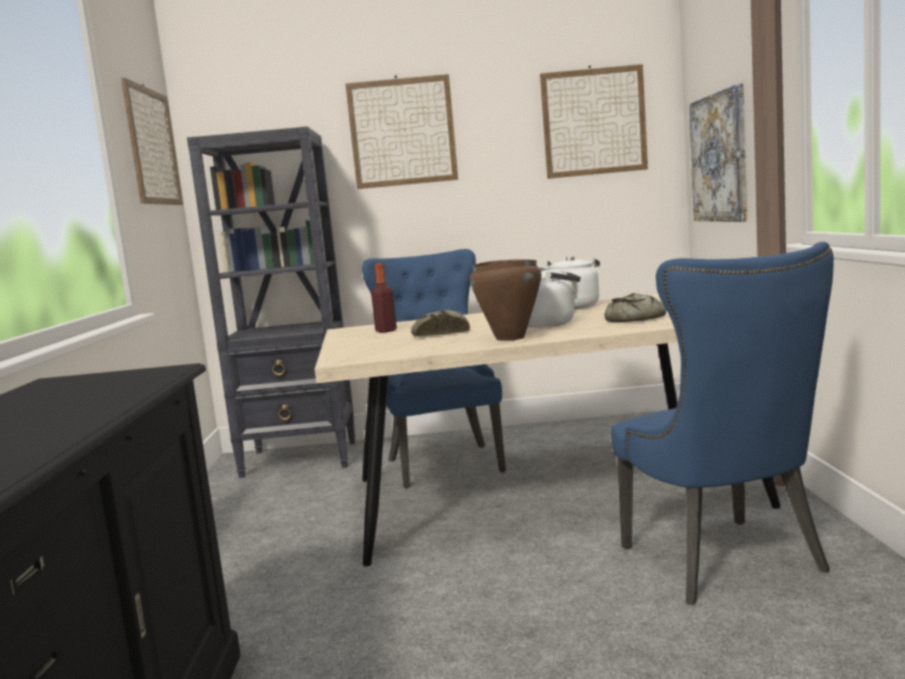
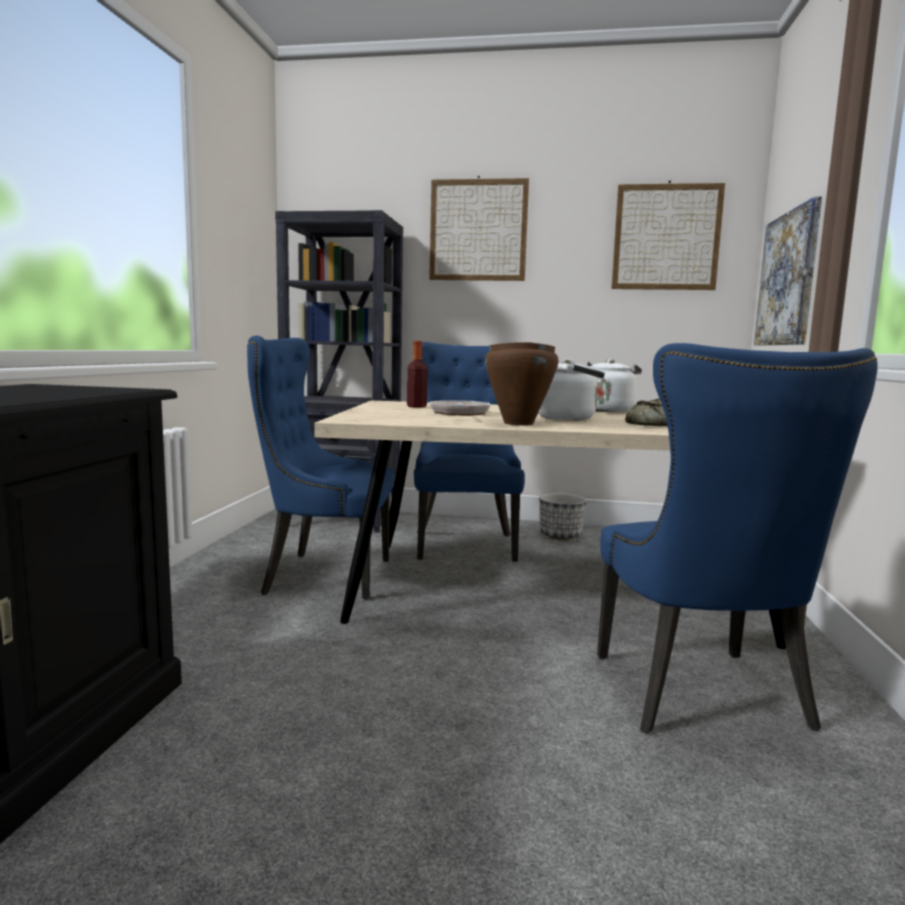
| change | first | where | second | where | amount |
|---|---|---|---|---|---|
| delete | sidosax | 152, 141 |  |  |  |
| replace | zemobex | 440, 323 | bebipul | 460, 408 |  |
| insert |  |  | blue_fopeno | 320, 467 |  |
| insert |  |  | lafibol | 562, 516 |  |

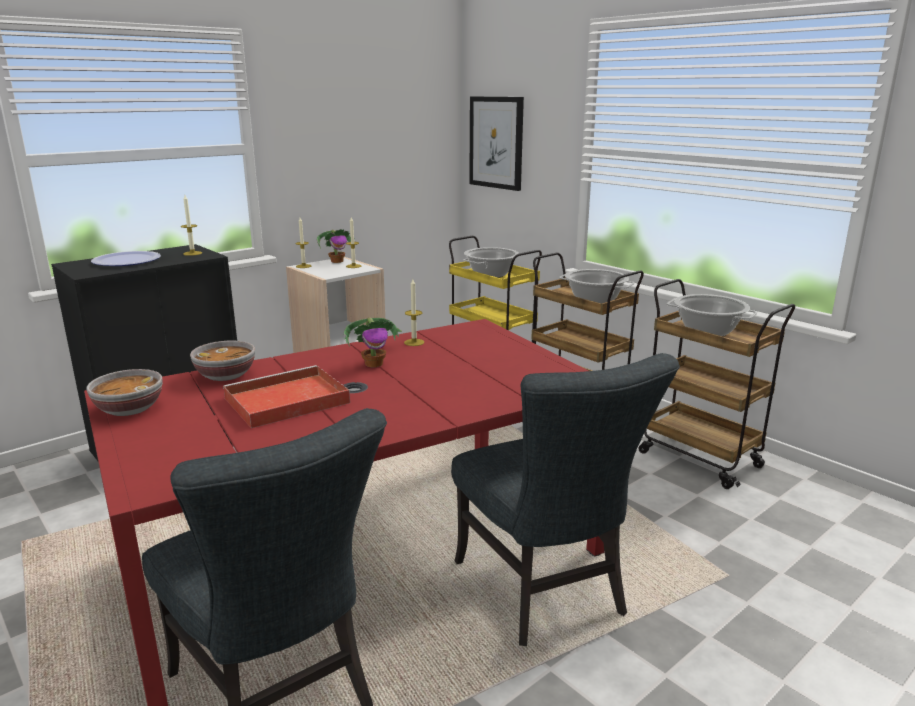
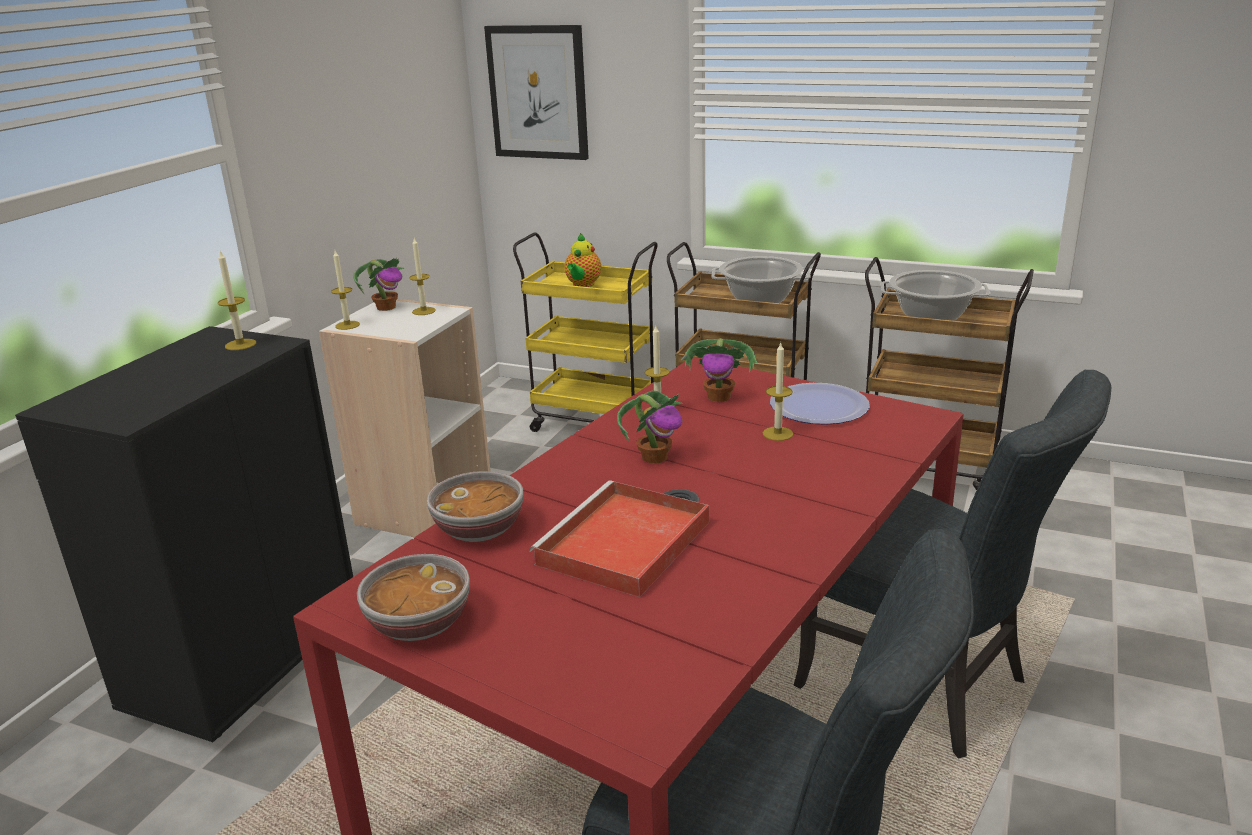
| change | first | where | second | where | amount |
|---|---|---|---|---|---|
| move | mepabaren | 126, 258 |  | 820, 404 |  |
| replace | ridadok | 491, 262 | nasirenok | 582, 260 |  |
| insert |  |  | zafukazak | 719, 370 |  |
| insert |  |  | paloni | 778, 391 |  |

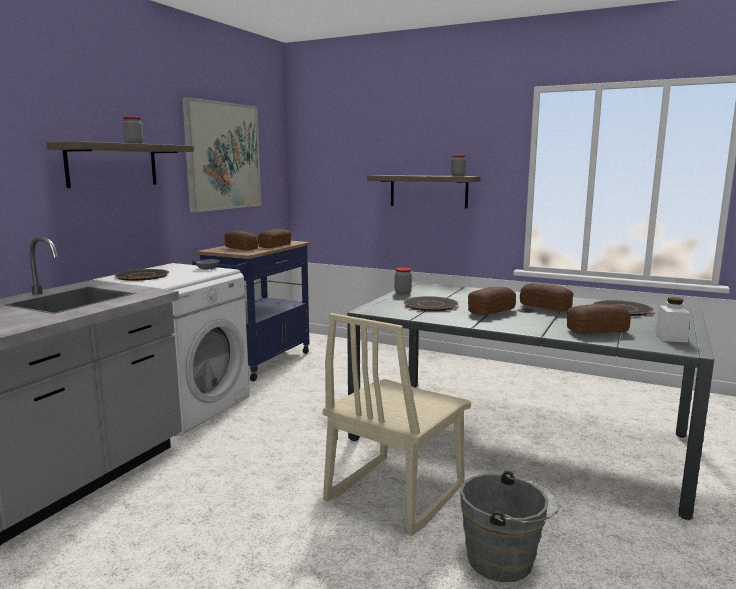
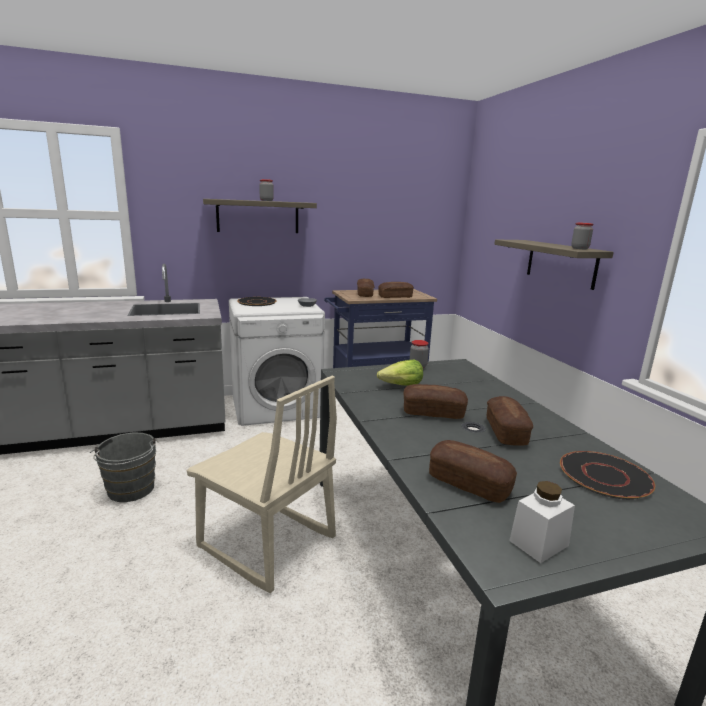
| change | first | where | second | where | amount |
|---|---|---|---|---|---|
| delete | sidosax | 221, 155 |  |  |  |
| rotate | beige_fopeno | 397, 424 |  | 262, 484 | 135 degrees counterclockwise |
| replace | black_mepabaren | 431, 303 | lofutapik | 400, 373 |  |
| move | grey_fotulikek | 510, 526 |  | 124, 467 |  |

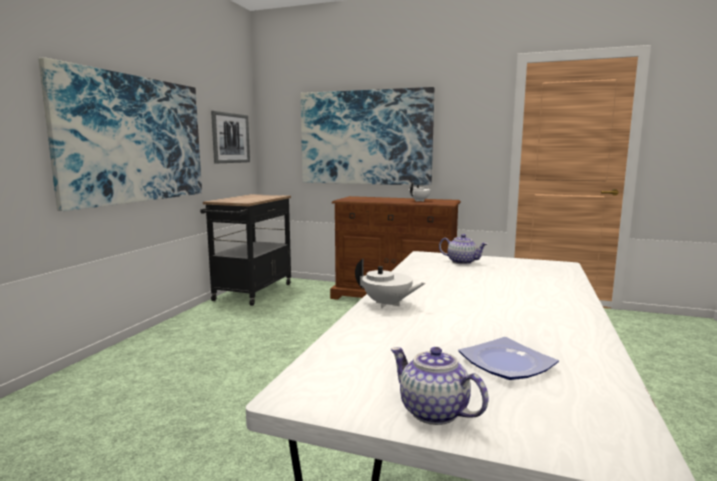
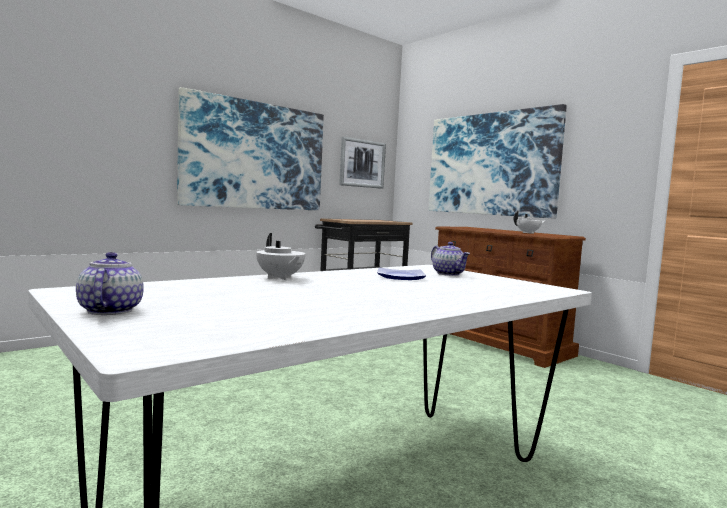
| change | first | where | second | where | amount |
|---|---|---|---|---|---|
| move | mepabaren | 508, 358 |  | 401, 273 |  |

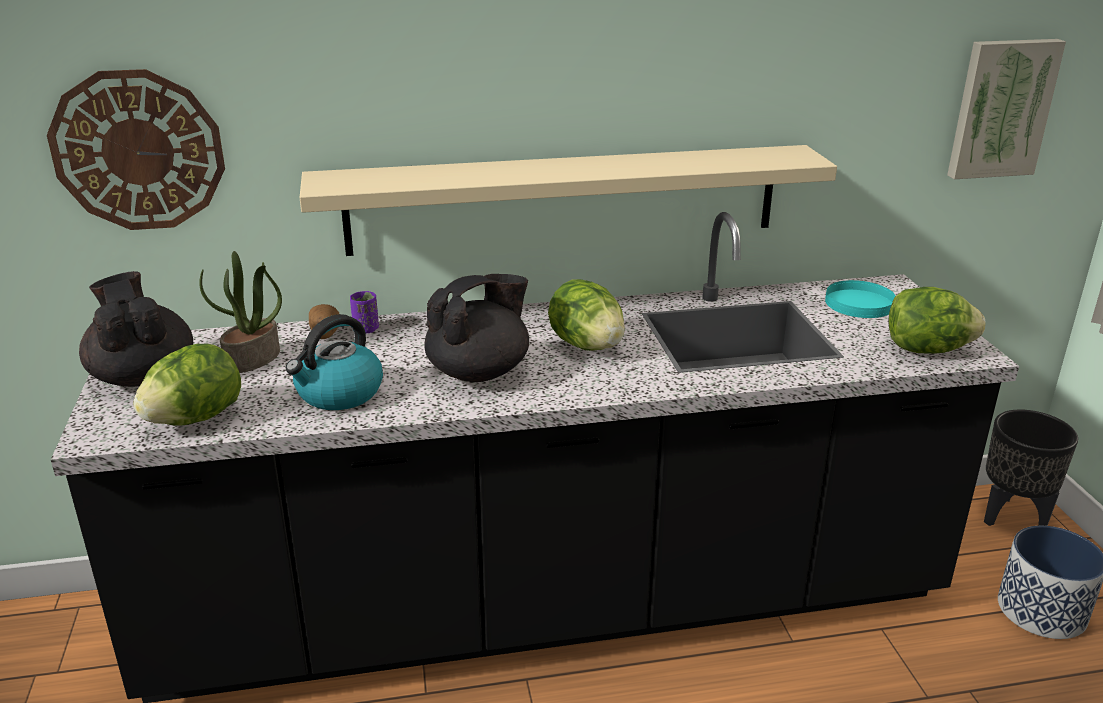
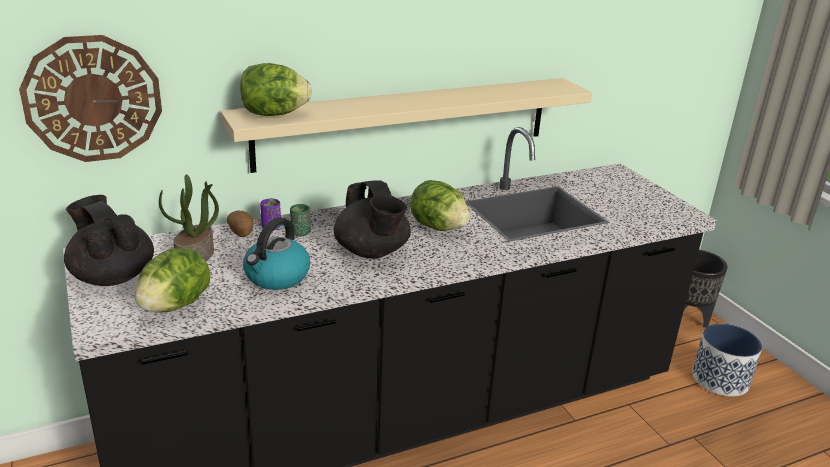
| change | first | where | second | where | amount |
|---|---|---|---|---|---|
| rotate | black_nasirenok | 476, 328 |  | 372, 219 | 120 degrees clockwise |
| delete | turquoise_mepabaren | 860, 299 |  |  |  |
| move | lofutapik | 937, 320 |  | 276, 89 |  |
| delete | sidosax | 1006, 109 |  |  |  |
| insert |  |  | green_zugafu | 300, 220 |  |

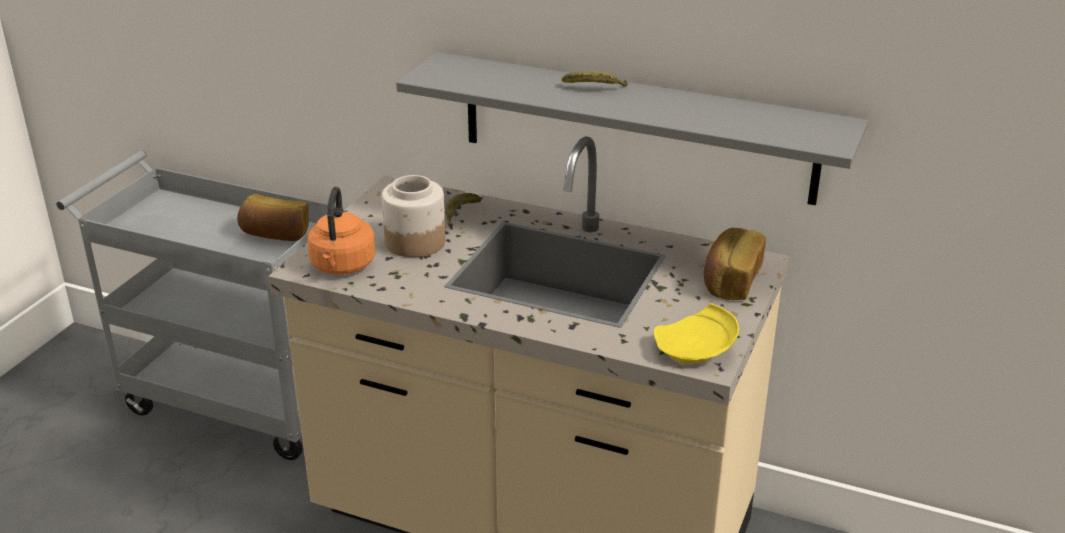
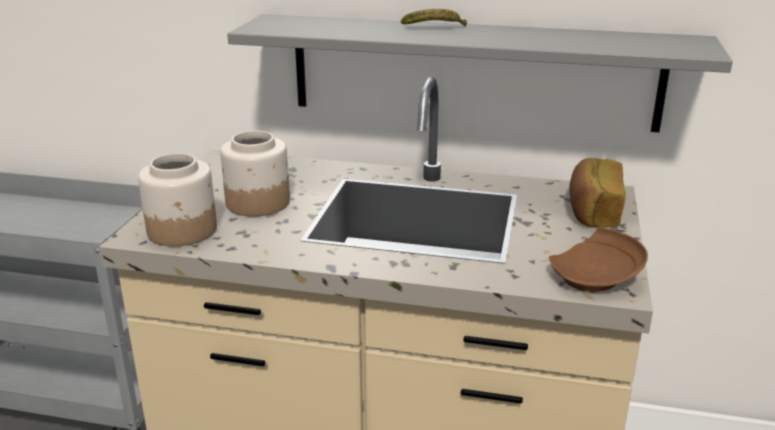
| change | first | where | second | where | amount |
|---|---|---|---|---|---|
| delete | zemobex | 273, 217 |  |  |  |
| replace | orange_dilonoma | 341, 230 | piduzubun | 177, 199 |  |
| delete | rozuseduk | 463, 211 |  |  |  |
| recolor | yellow_mepabaren | 696, 333 | brown_mepabaren | 598, 259 |  |

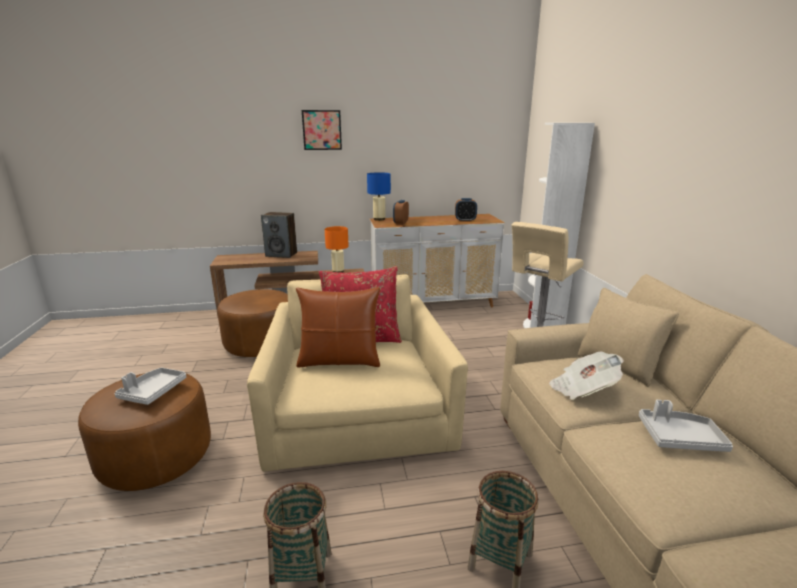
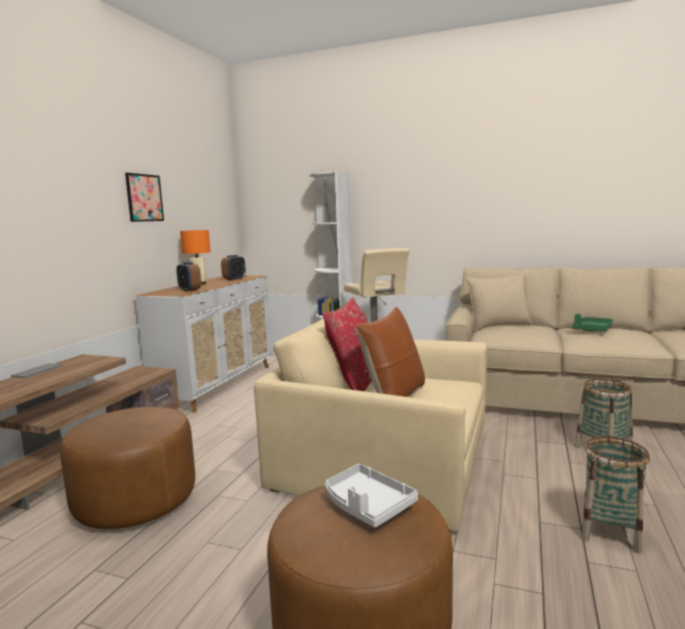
| change | first | where | second | where | amount |
|---|---|---|---|---|---|
| delete | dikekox | 279, 235 |  |  |  |
| move | sidosax | 322, 130 |  | 144, 197 |  |
| move | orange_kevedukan | 336, 249 |  | 195, 257 |  |
| delete | blue_kevedukan | 379, 196 |  |  |  |
| delete | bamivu | 586, 375 |  |  |  |
| recolor | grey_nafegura | 686, 426 | green_nafegura | 592, 323 |  |

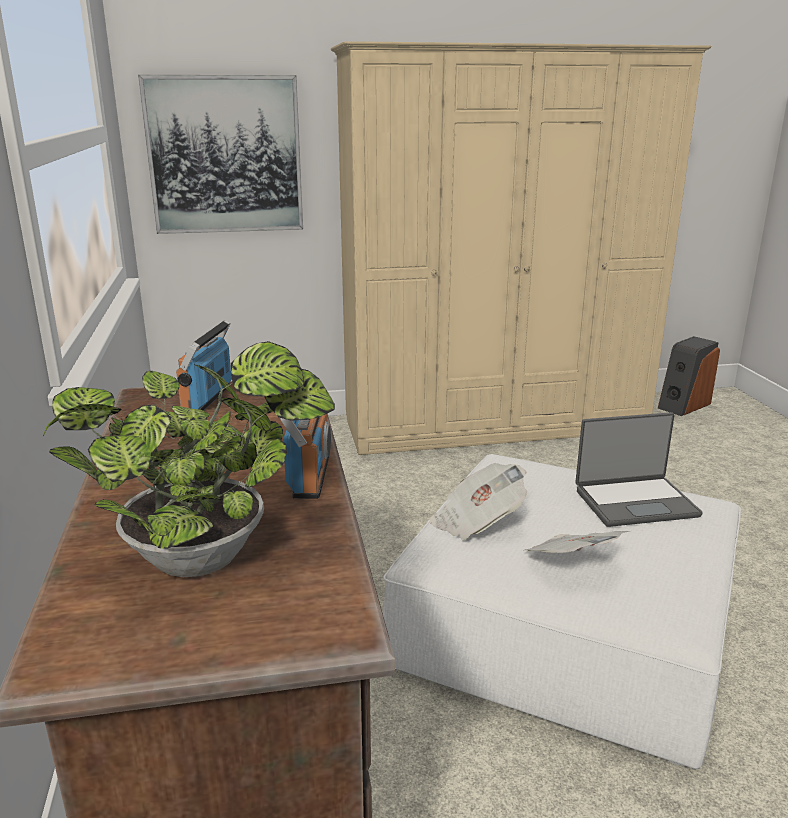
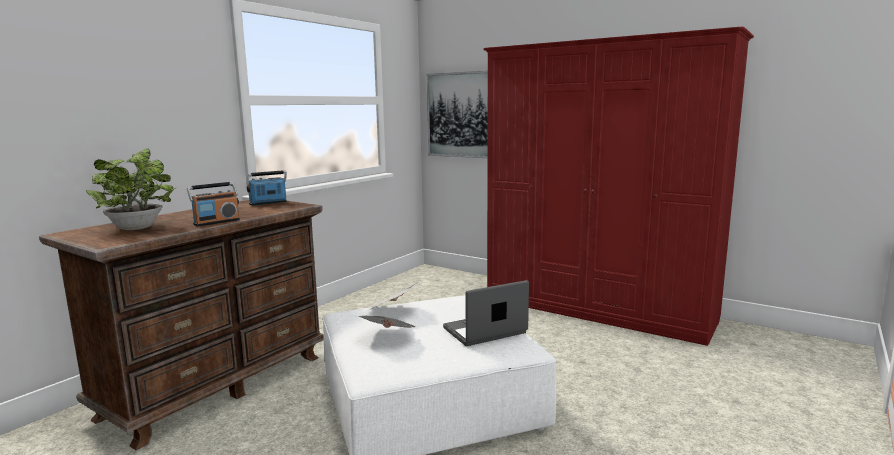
| change | first | where | second | where | amount |
|---|---|---|---|---|---|
| recolor | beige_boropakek | 521, 248 | red_boropakek | 618, 186 |  |
| rotate | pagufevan | 639, 469 |  | 486, 313 | 120 degrees clockwise |
| delete | dikekox | 689, 376 |  |  |  |

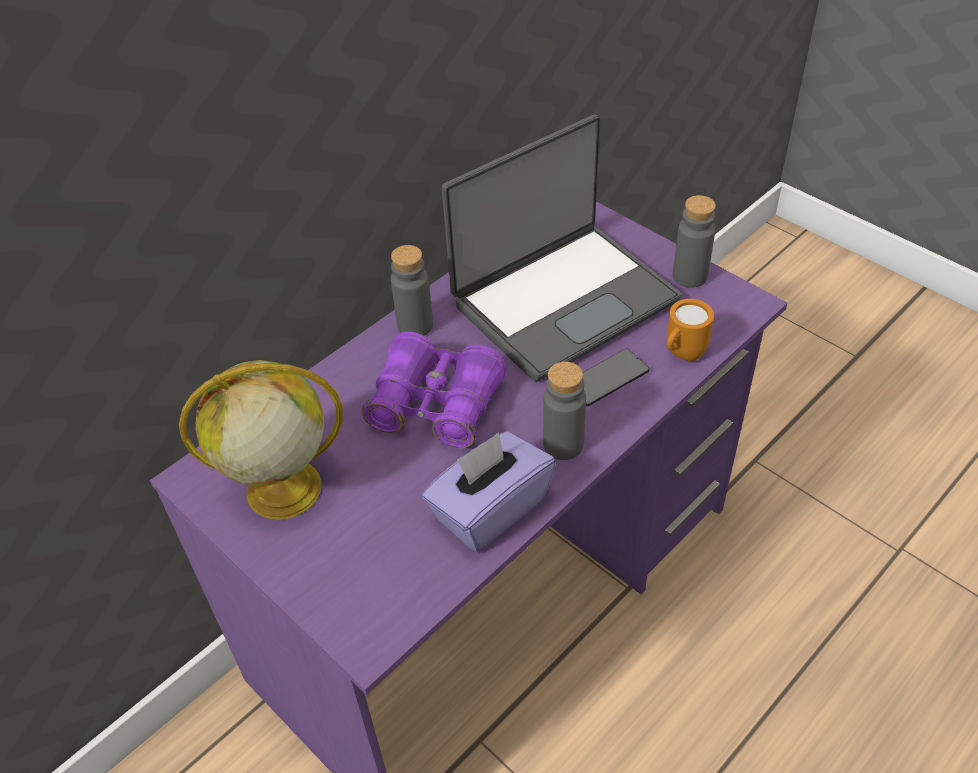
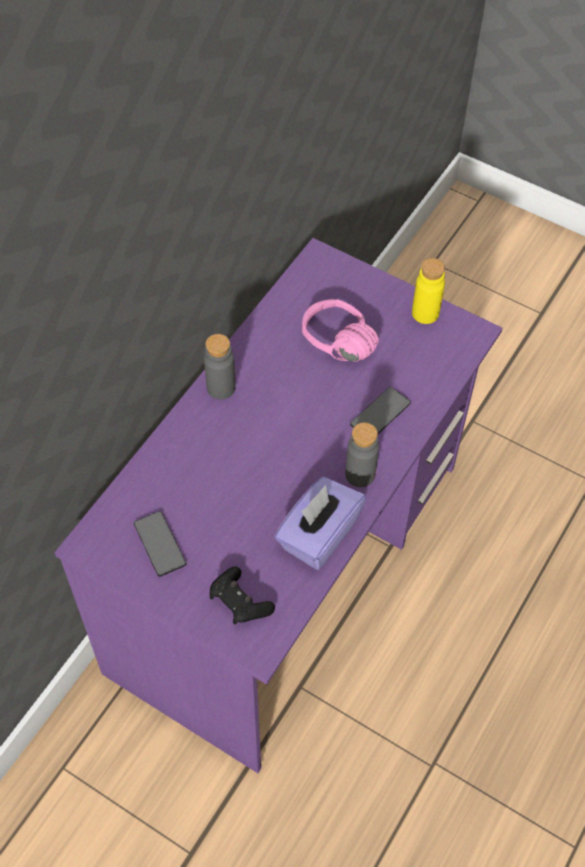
| change | first | where | second | where | amount |
|---|---|---|---|---|---|
| replace | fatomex | 261, 440 | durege | 160, 544 |  |
| delete | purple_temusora | 434, 390 |  |  |  |
| replace | pagufevan | 561, 248 | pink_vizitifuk | 340, 330 |  |
| delete | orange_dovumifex | 690, 330 |  |  |  |
| recolor | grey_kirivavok | 694, 241 | yellow_kirivavok | 428, 291 |  |
| insert |  |  | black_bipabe | 242, 595 |  |

